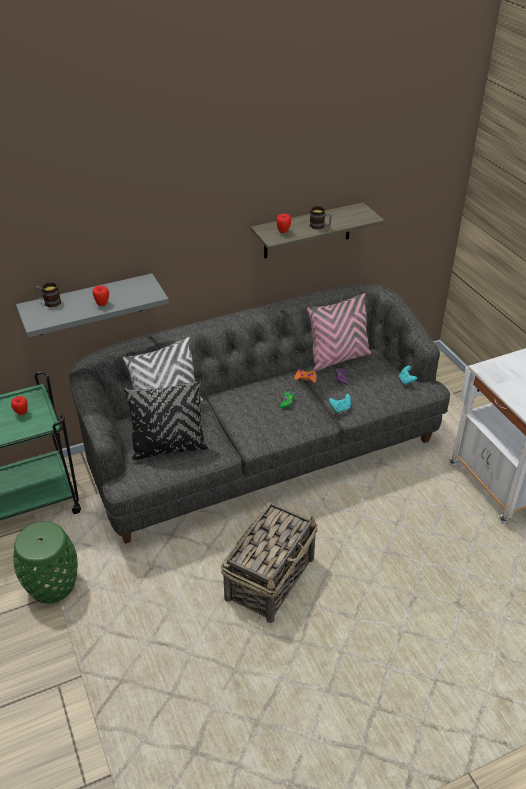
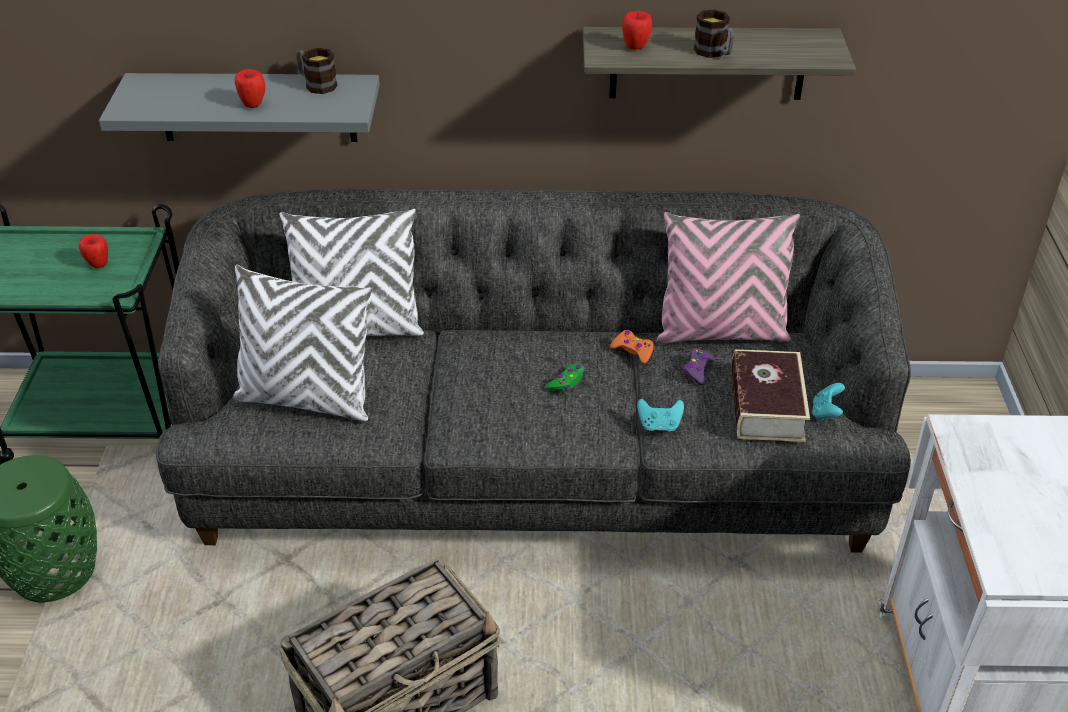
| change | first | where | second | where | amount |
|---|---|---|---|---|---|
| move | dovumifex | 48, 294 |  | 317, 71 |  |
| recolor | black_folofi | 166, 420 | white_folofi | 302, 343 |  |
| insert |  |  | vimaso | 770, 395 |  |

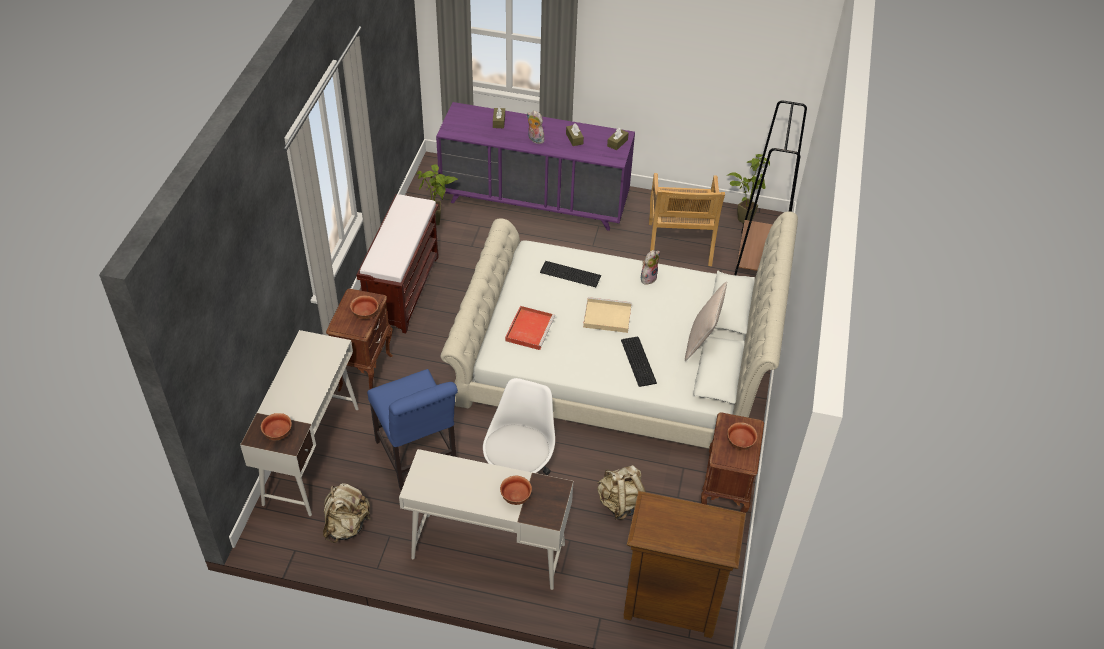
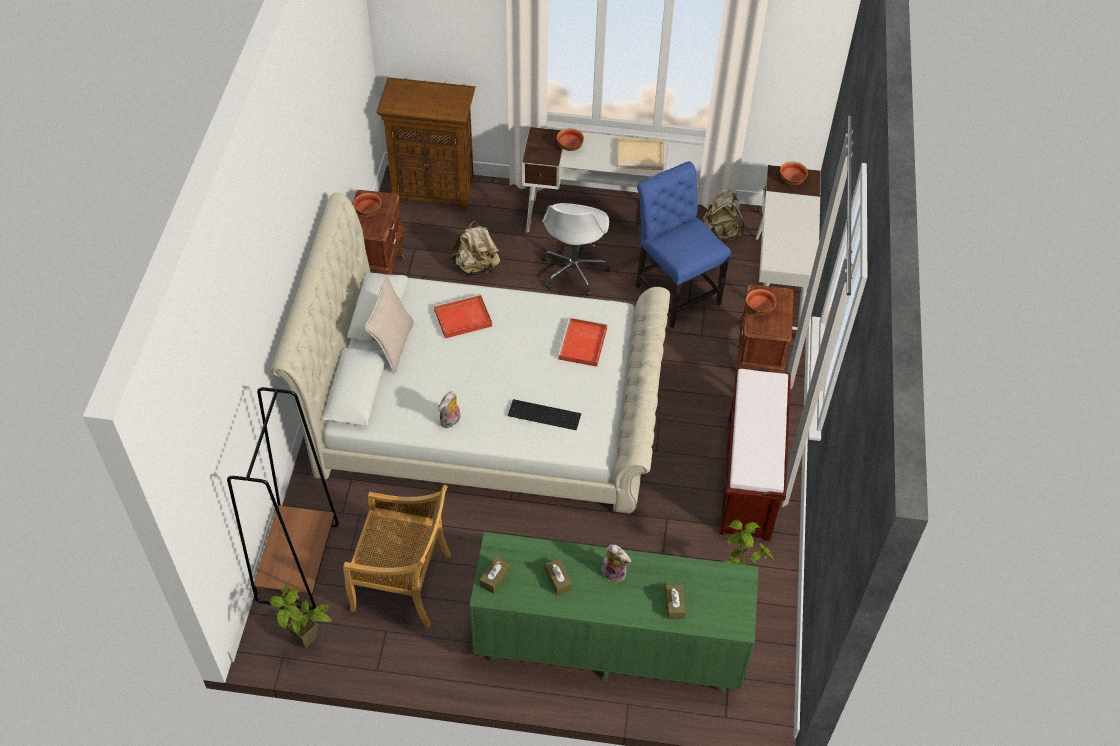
| change | first | where | second | where | amount |
|---|---|---|---|---|---|
| recolor | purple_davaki | 535, 166 | green_davaki | 613, 612 |  |
| move | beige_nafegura | 607, 315 |  | 640, 154 |  |
| replace | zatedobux | 639, 362 | red_nafegura | 463, 316 |  |
| rotate | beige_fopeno | 687, 219 |  | 397, 556 | 105 degrees clockwise |

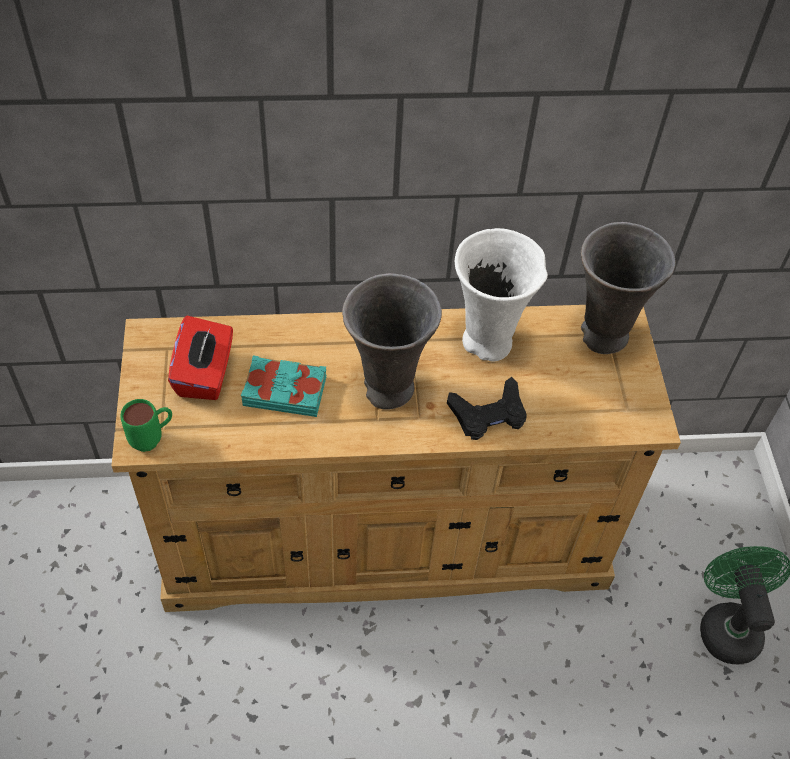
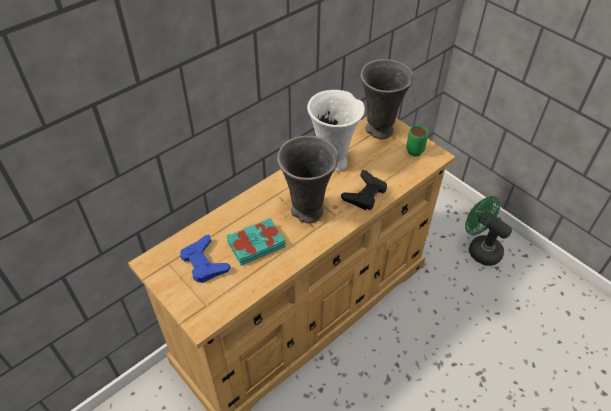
| change | first | where | second | where | amount |
|---|---|---|---|---|---|
| move | green_dovumifex | 146, 425 |  | 417, 141 |  |
| replace | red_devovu | 200, 358 | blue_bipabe | 205, 258 |  |

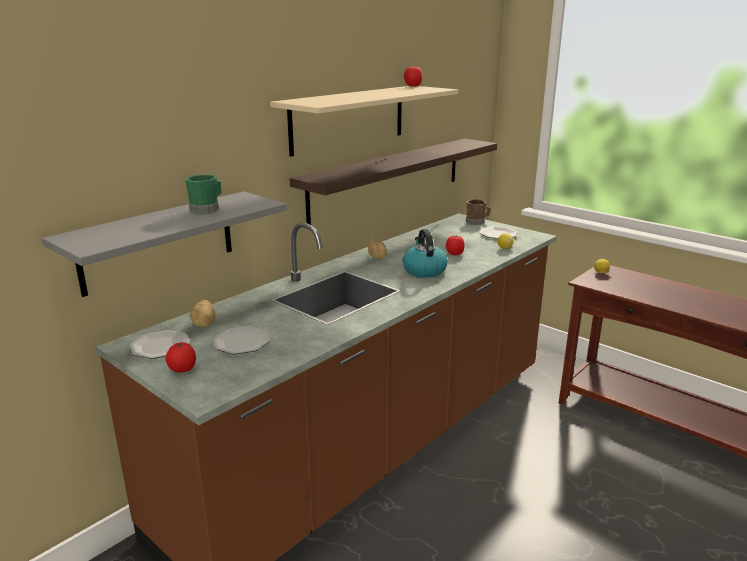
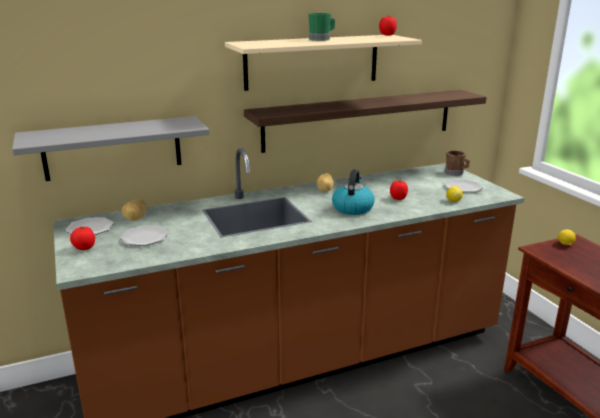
| change | first | where | second | where | amount |
|---|---|---|---|---|---|
| move | green_dovumifex | 203, 194 |  | 322, 27 |  |

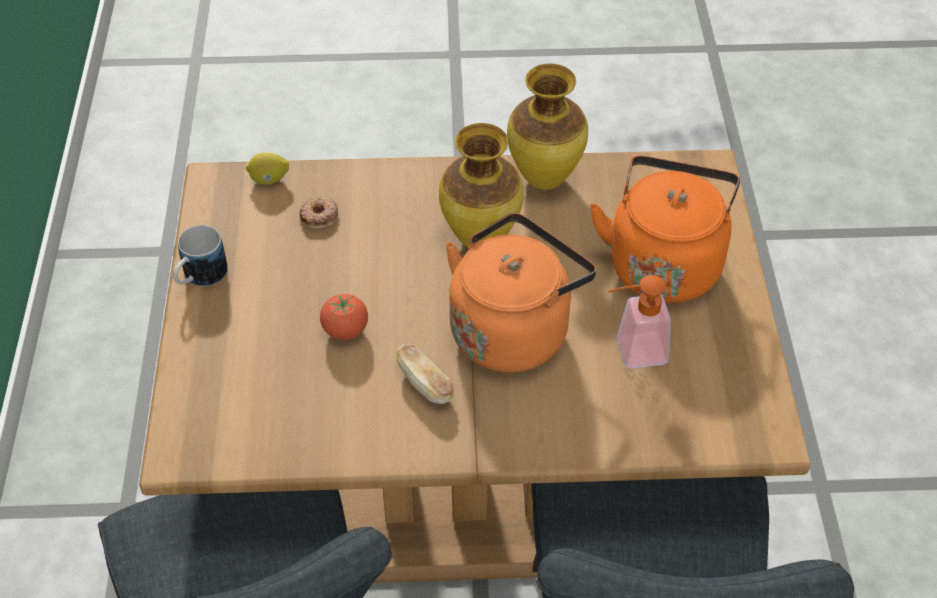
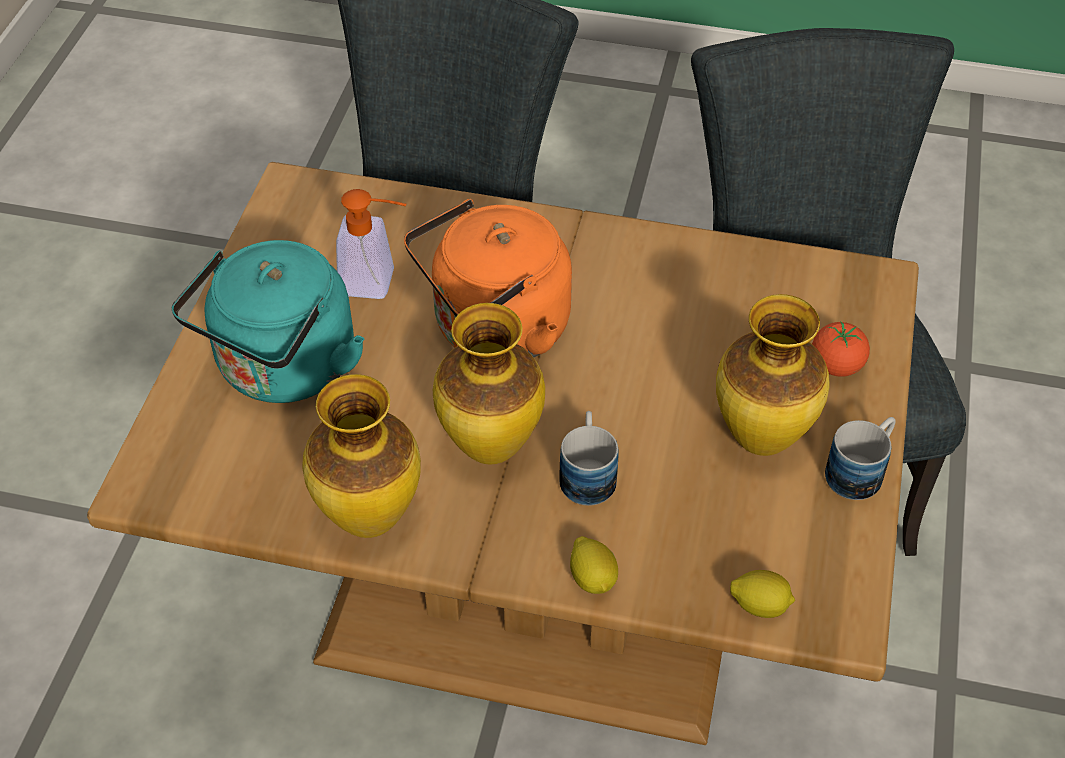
| change | first | where | second | where | amount |
|---|---|---|---|---|---|
| delete | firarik | 318, 213 |  |  |  |
| move | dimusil | 344, 317 |  | 841, 349 |  |
| delete | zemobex | 425, 374 |  |  |  |
| recolor | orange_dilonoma | 665, 229 | turquoise_dilonoma | 268, 321 |  |
| insert |  |  | dovumifex | 589, 458 |  |
| insert |  |  | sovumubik | 594, 565 |  |
| insert |  |  | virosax | 772, 375 |  |

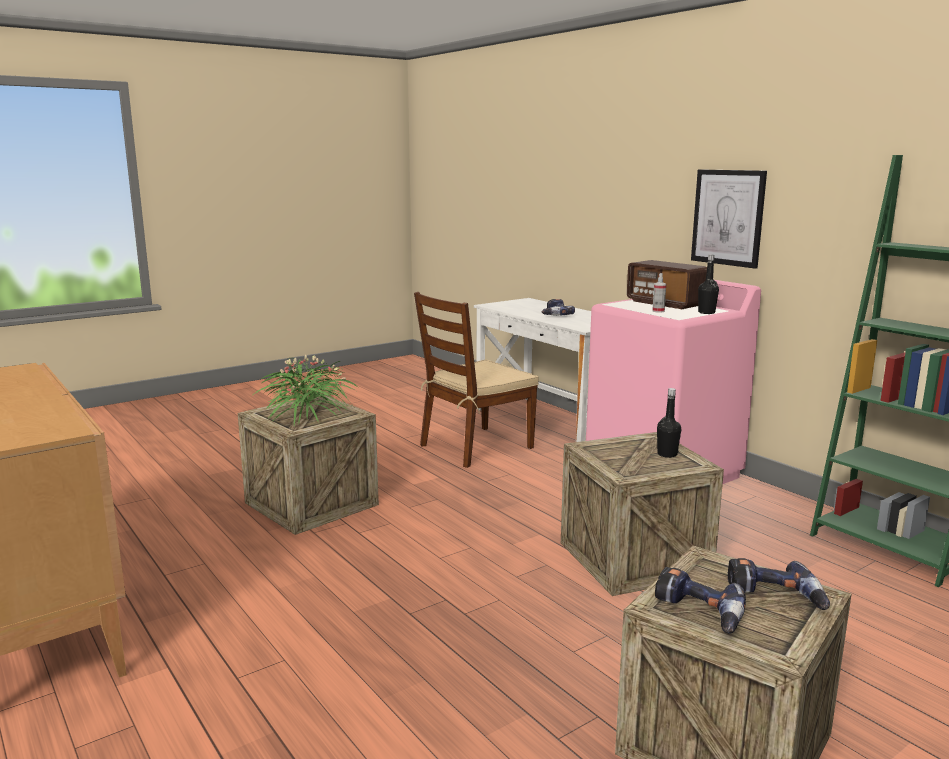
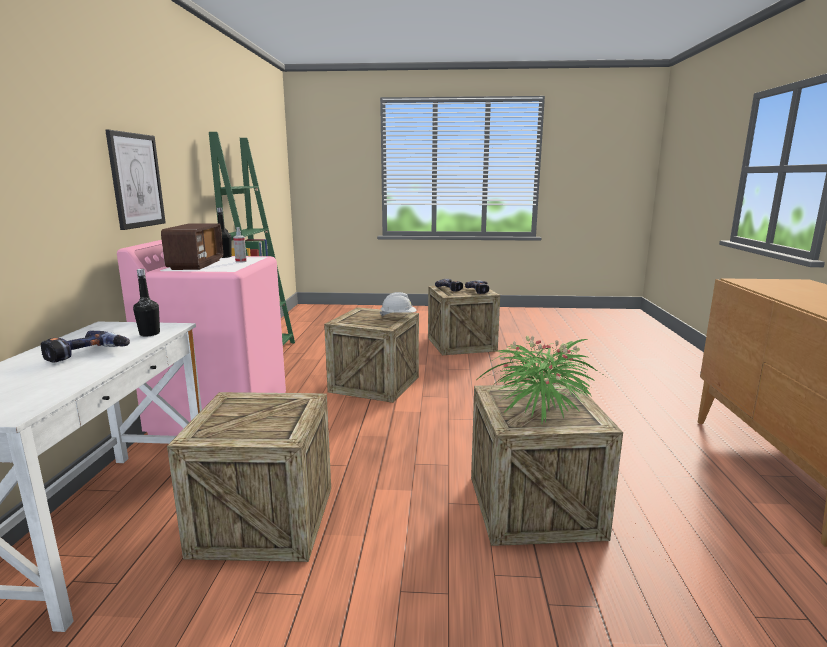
| change | first | where | second | where | amount |
|---|---|---|---|---|---|
| replace | brown_fopeno | 476, 380 | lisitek | 249, 477 |  |
| move | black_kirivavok | 669, 423 |  | 146, 303 |  |
| insert |  |  | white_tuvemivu | 398, 304 |  |

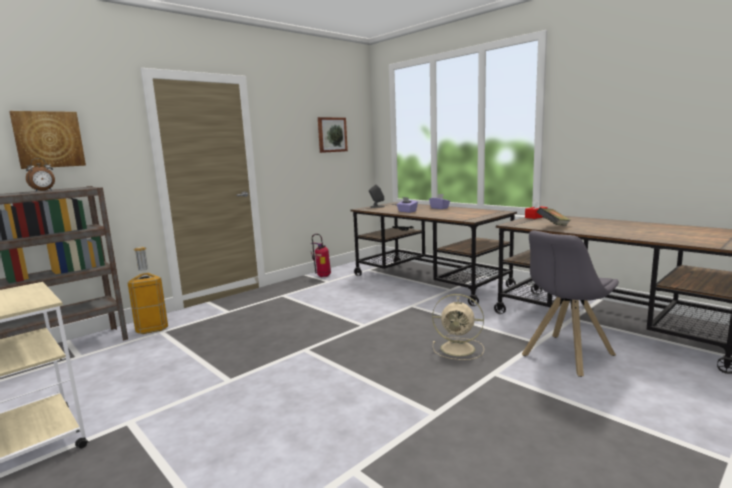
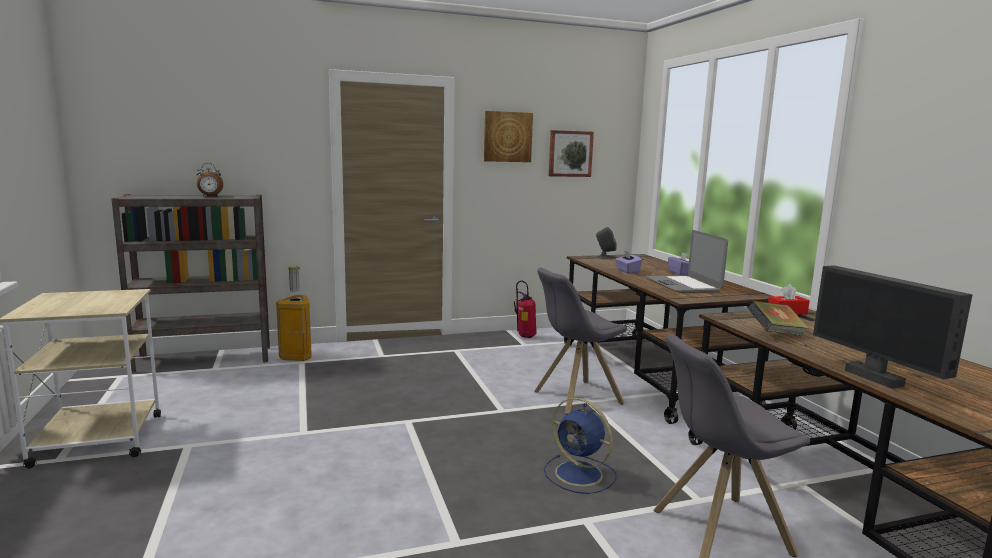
| change | first | where | second | where | amount |
|---|---|---|---|---|---|
| move | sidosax | 47, 140 |  | 508, 136 |  |
| recolor | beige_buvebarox | 458, 327 | blue_buvebarox | 580, 446 |  |
| insert |  |  | grey_fopeno | 580, 341 |  |
| insert |  |  | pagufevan | 687, 261 |  |
| insert |  |  | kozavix | 893, 327 |  |

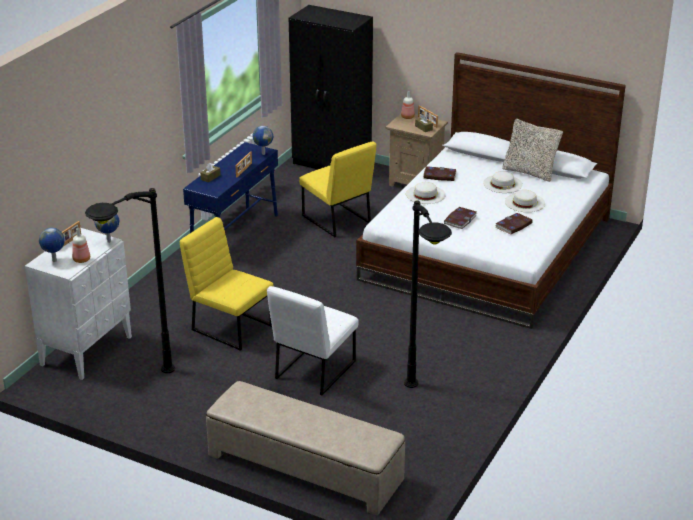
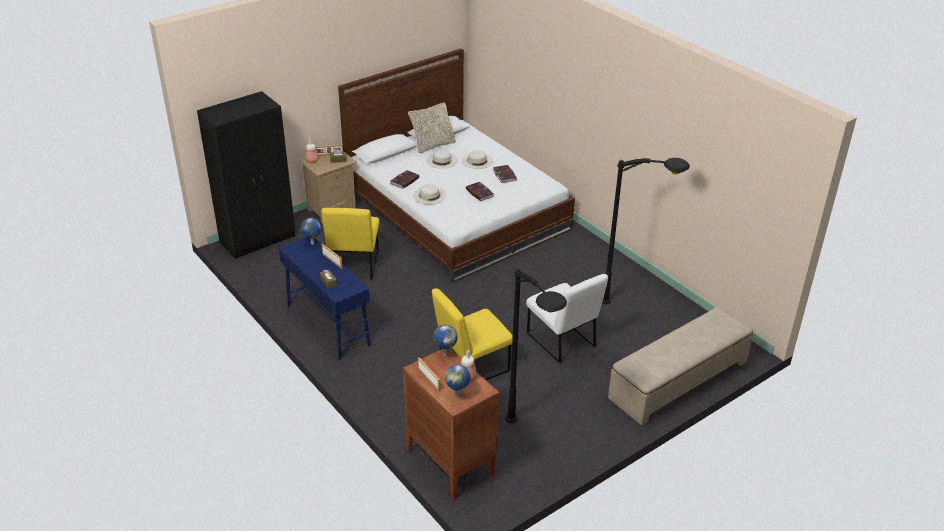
| change | first | where | second | where | amount |
|---|---|---|---|---|---|
| recolor | white_davaki | 78, 304 | brown_davaki | 451, 424 |  |
| rotate | yellow_fopeno | 337, 189 |  | 350, 244 | 105 degrees clockwise |

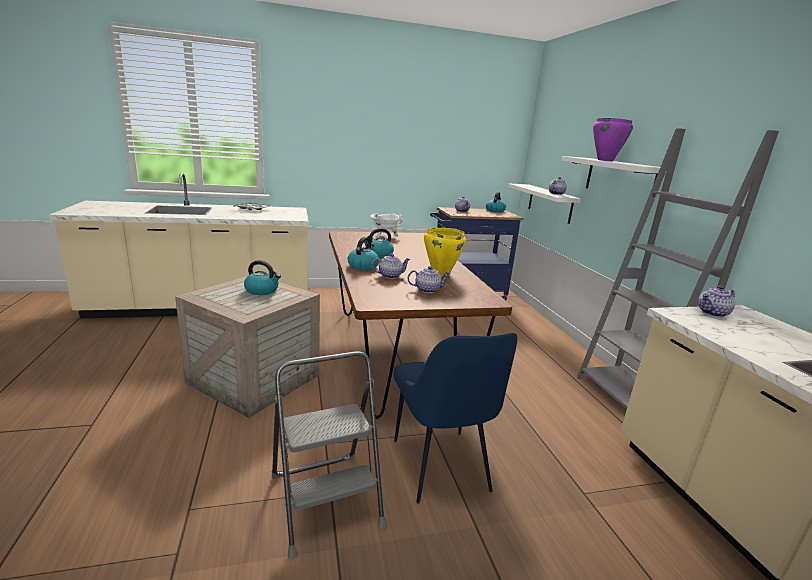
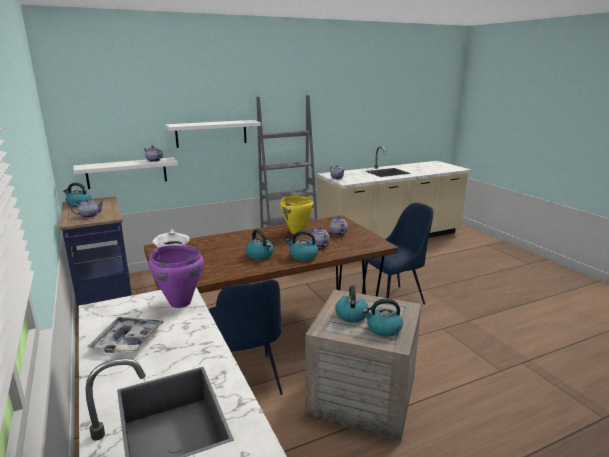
| change | first | where | second | where | amount |
|---|---|---|---|---|---|
| delete | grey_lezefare | 330, 455 |  |  |  |
| move | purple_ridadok | 613, 139 |  | 176, 276 |  |
| insert |  |  | blue_fopeno | 245, 337 |  |
| insert |  |  | dilonoma | 382, 318 |  |

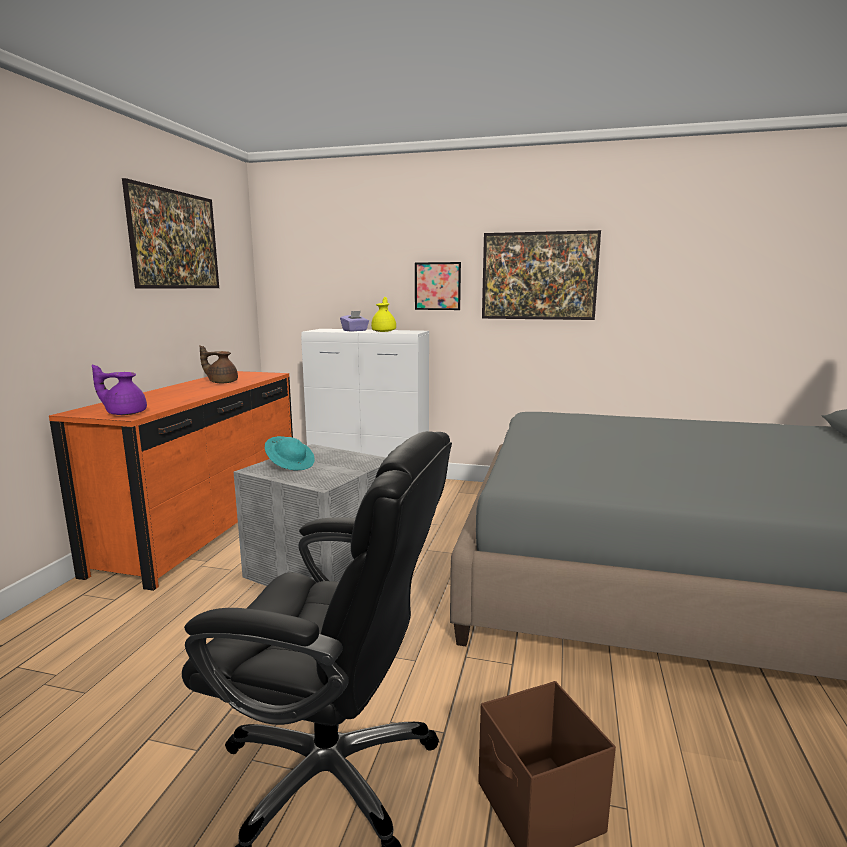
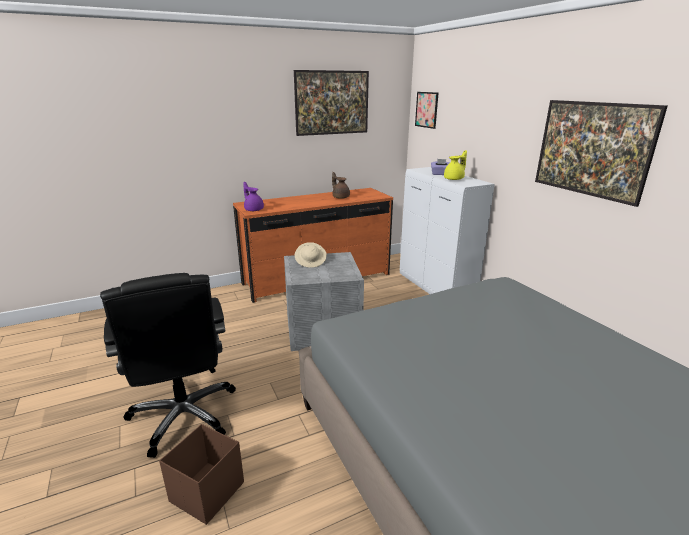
| change | first | where | second | where | amount |
|---|---|---|---|---|---|
| recolor | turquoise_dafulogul | 290, 453 | beige_dafulogul | 311, 255 |  |
| move | sidosax | 438, 286 |  | 426, 110 |  |

